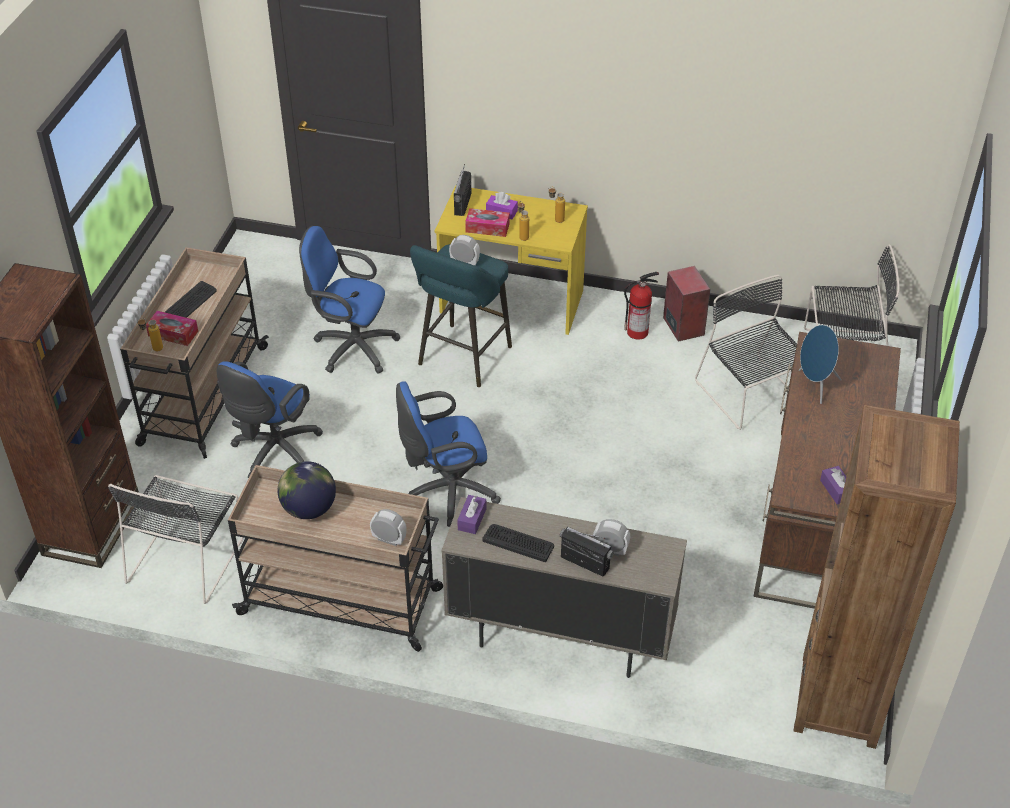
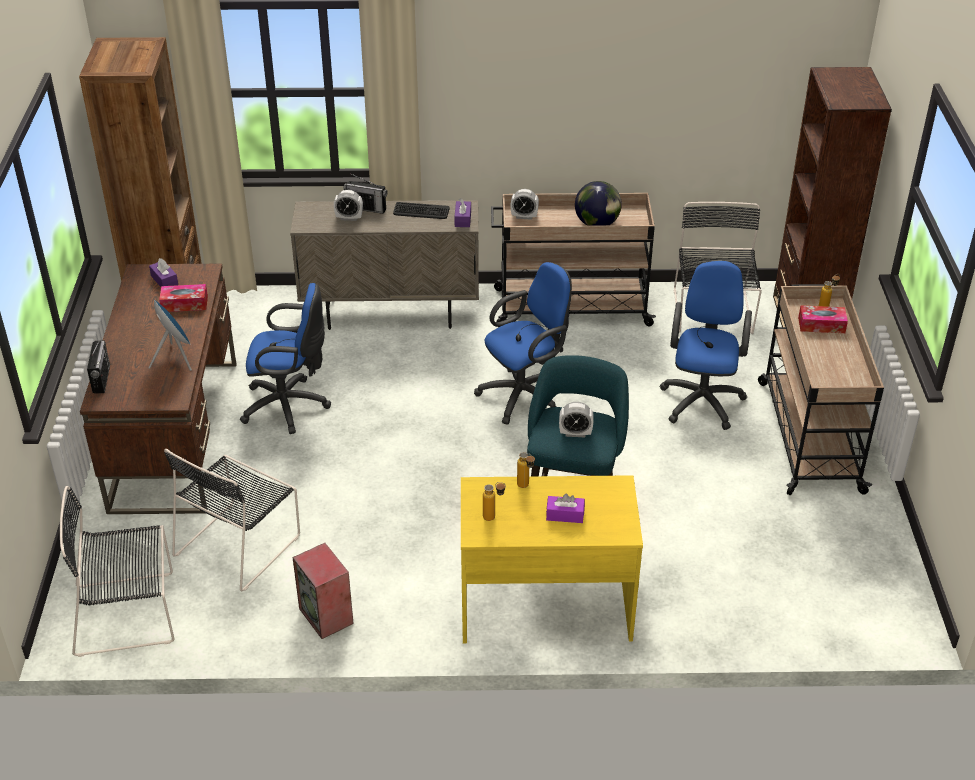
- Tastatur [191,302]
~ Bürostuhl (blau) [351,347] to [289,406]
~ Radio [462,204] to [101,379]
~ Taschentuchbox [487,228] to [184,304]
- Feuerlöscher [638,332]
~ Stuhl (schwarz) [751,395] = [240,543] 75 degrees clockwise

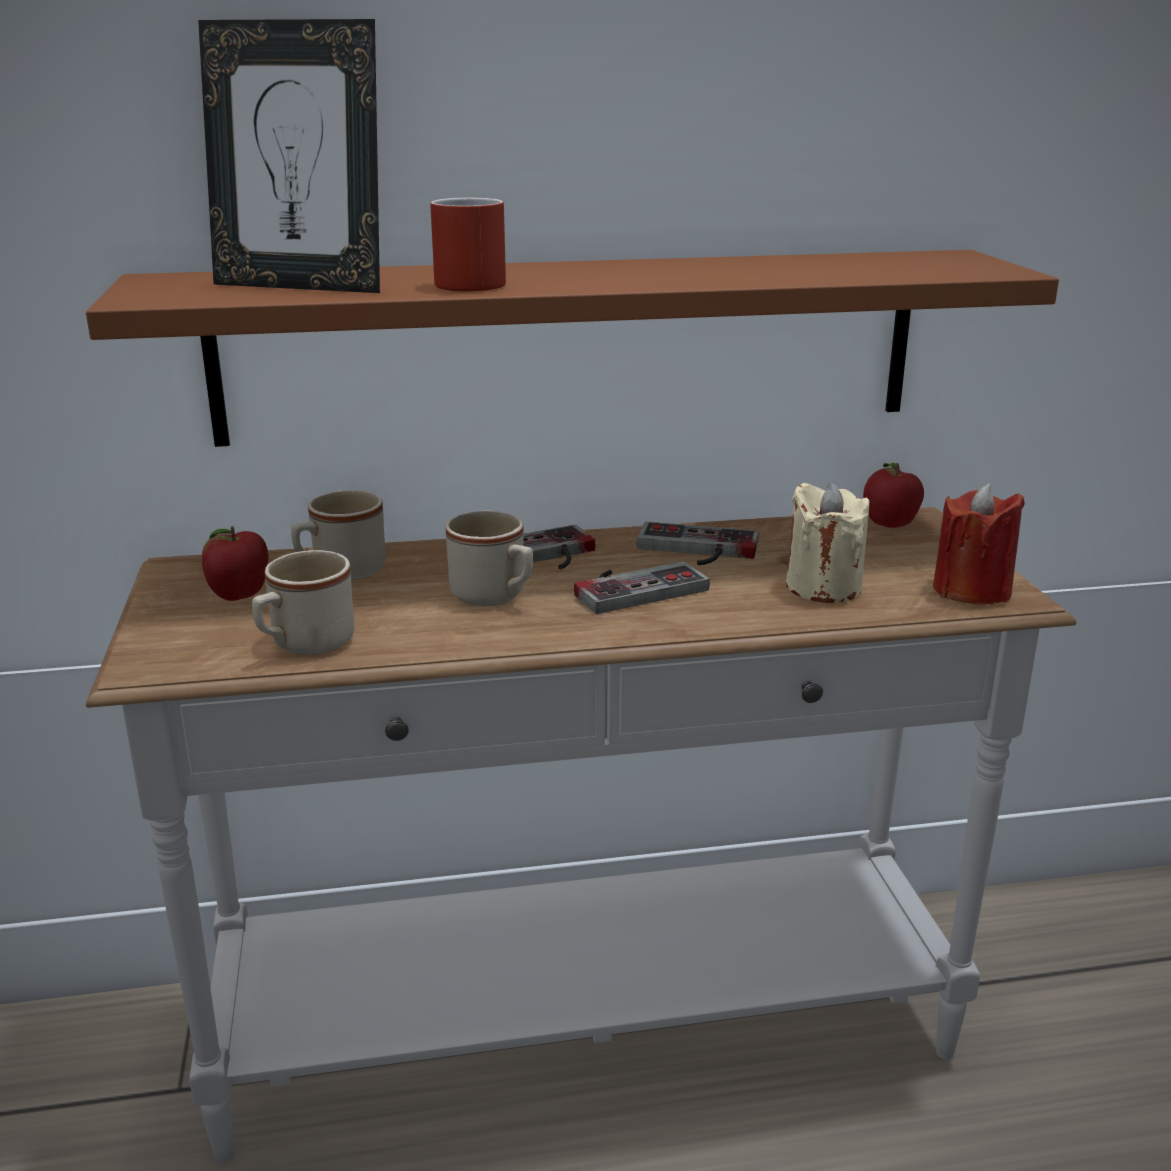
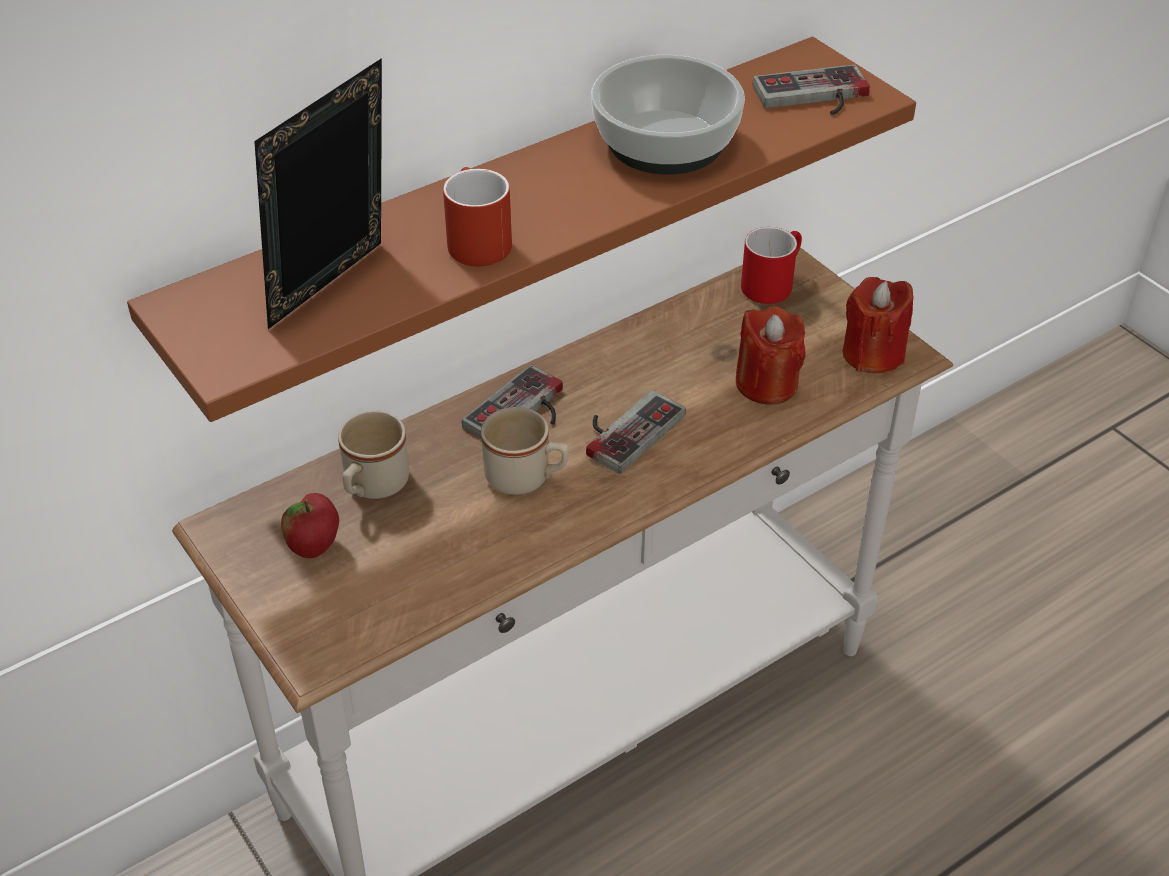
~ Bilderrahmen [302,286] = [336,290] 135 degrees clockwise
- Henkelbecher (beige) [304,645]
~ Gamepad [695,550] to [814,97]
~ Kerze (beige) [823,587] to Kerze (rot) [766,384]
~ Apfel [888,526] to Henkelbecher (rot) [771,282]
+ Schüssel [667,142]

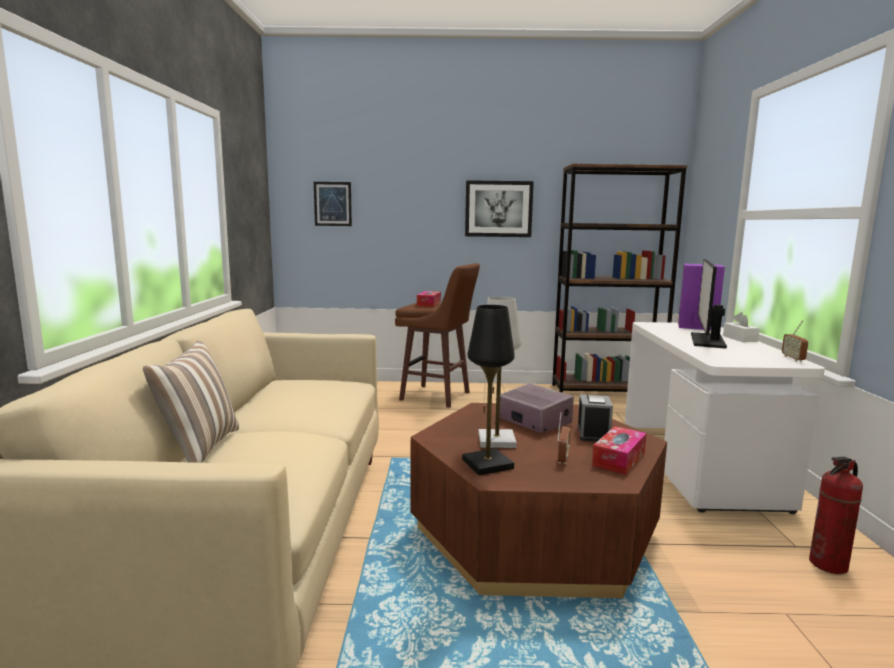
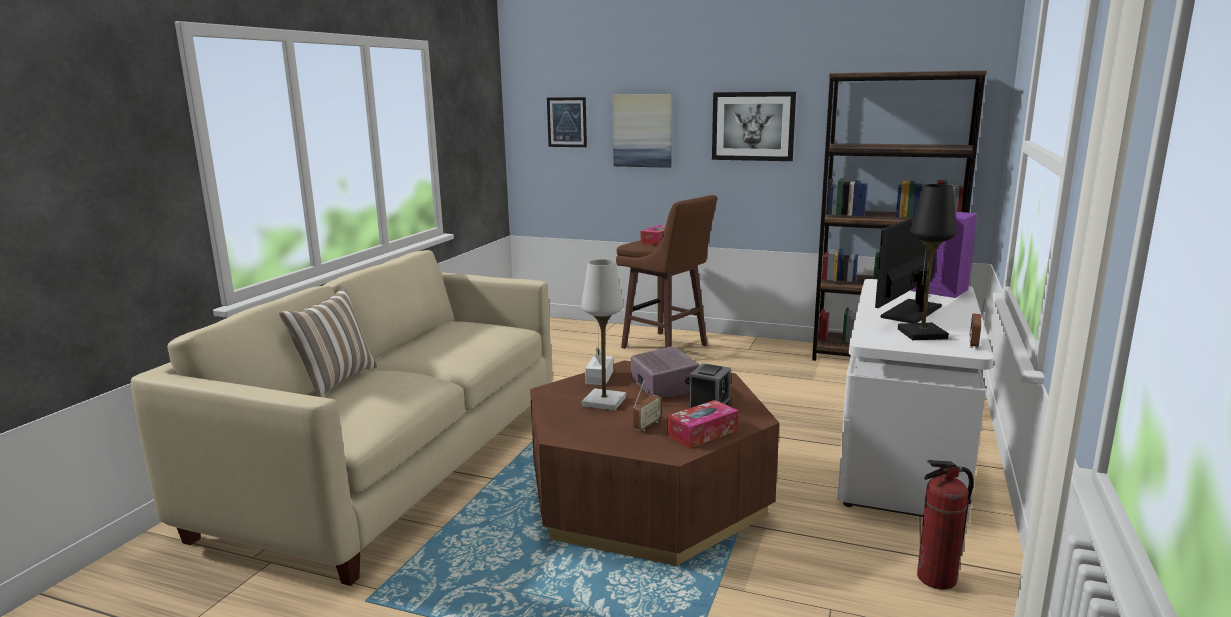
~ Tischlampe (schwarz) [487,464] to [922,334]
~ Taschentuchbox (weiß) [740,338] to [599,377]
+ Bild [642,130]

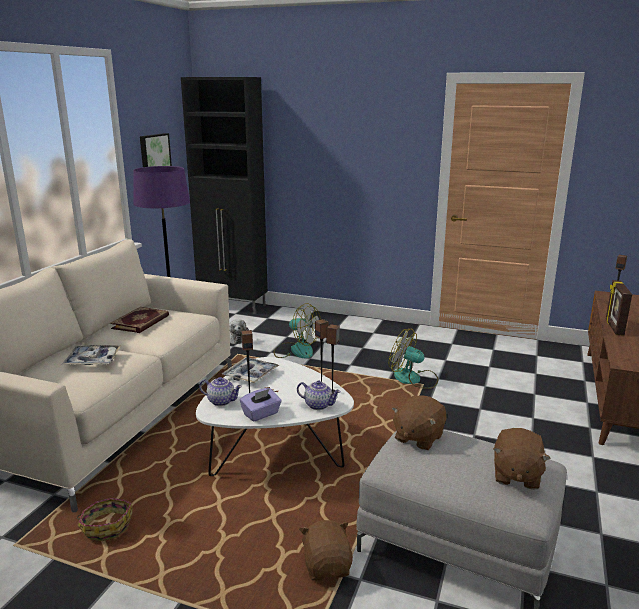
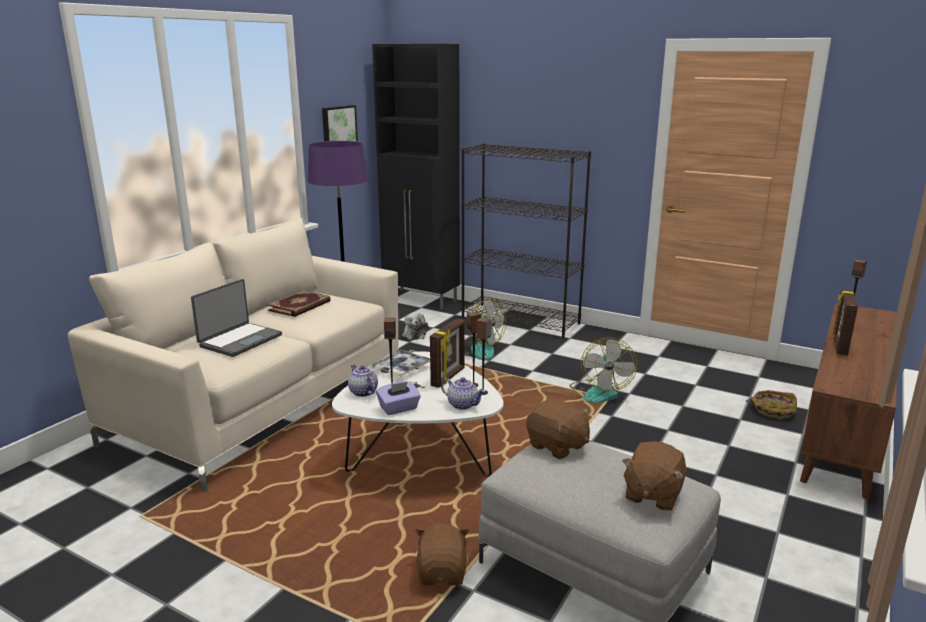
~ Tablett [93,360] to Laptop [239,340]
~ Korb [107,526] to [772,410]
~ Teekanne [222,401] = [362,392] 150 degrees counterclockwise
~ Ventilator [413,379] = [600,392] 120 degrees counterclockwise
~ Plüschtier (braun) [418,437] = [557,446] 90 degrees counterclockwise
+ Bilderrahmen [448,377]
+ Bücherregal (schwarz) [521,320]

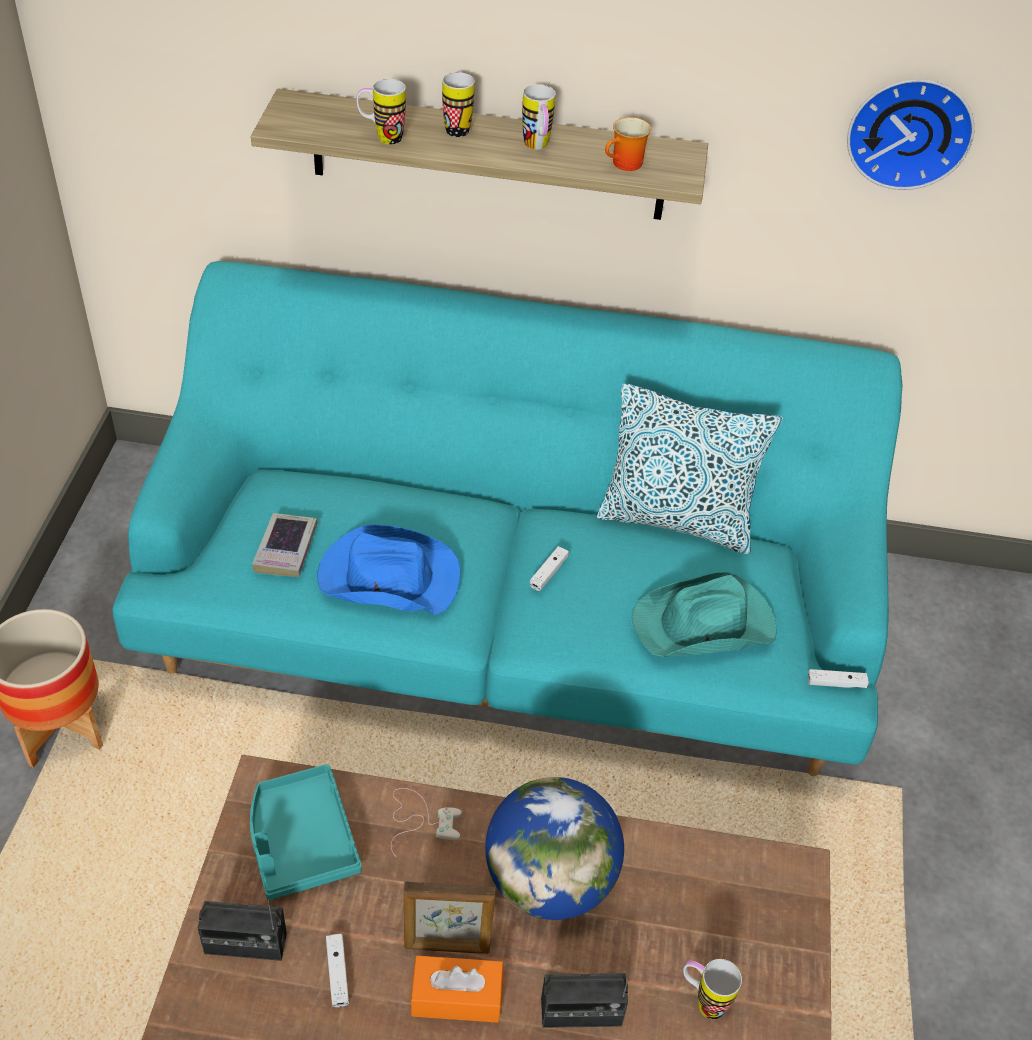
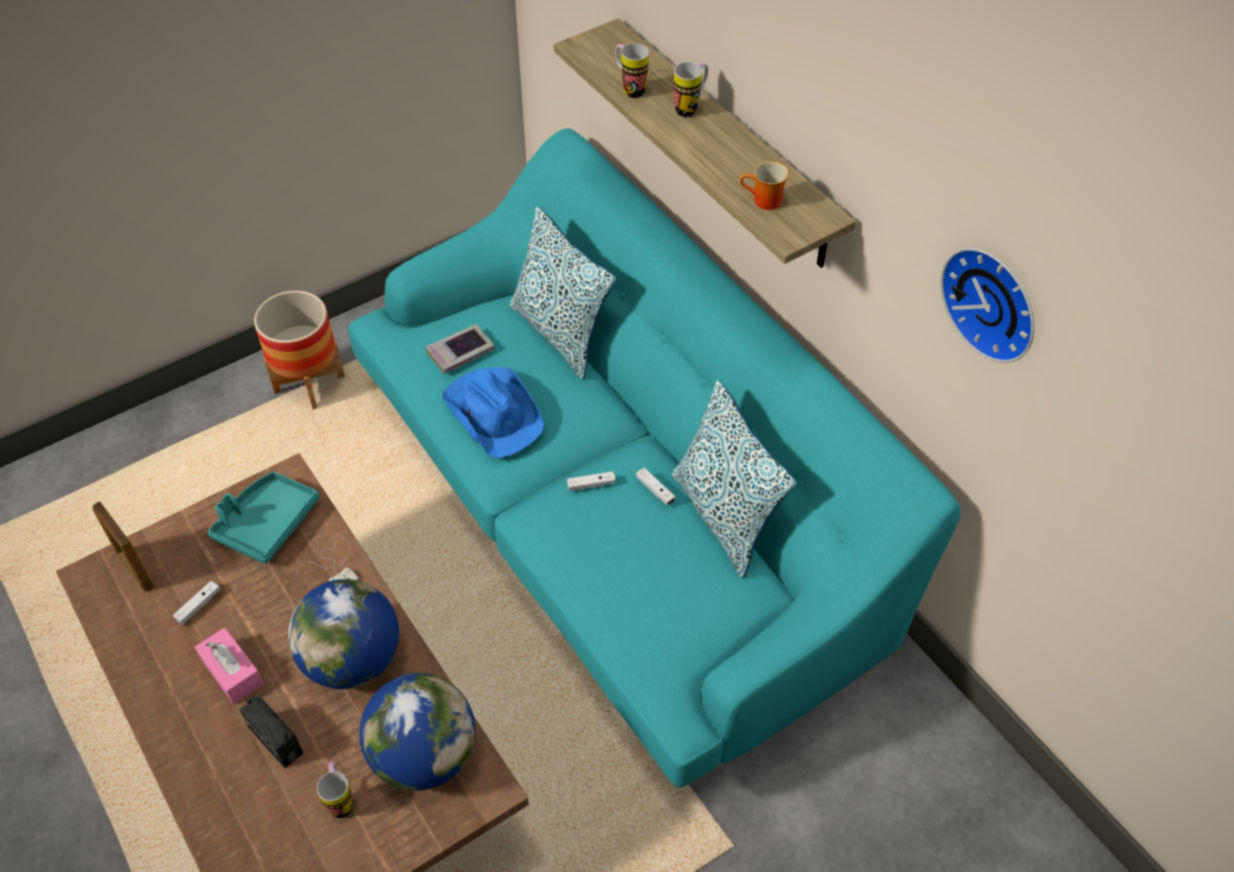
- Radio [245,944]
~ Bilderrahmen [447,946] to [135,570]
~ Taschentuchbox (orange) [456,997] to Taschentuchbox (rosa) [232,672]
- Henkelbecher [537,147]
- Hut (türkis) [705,625]
~ Gamepad (weiß) [836,683] to [655,490]
+ Globus [424,755]
+ Kissen [560,333]

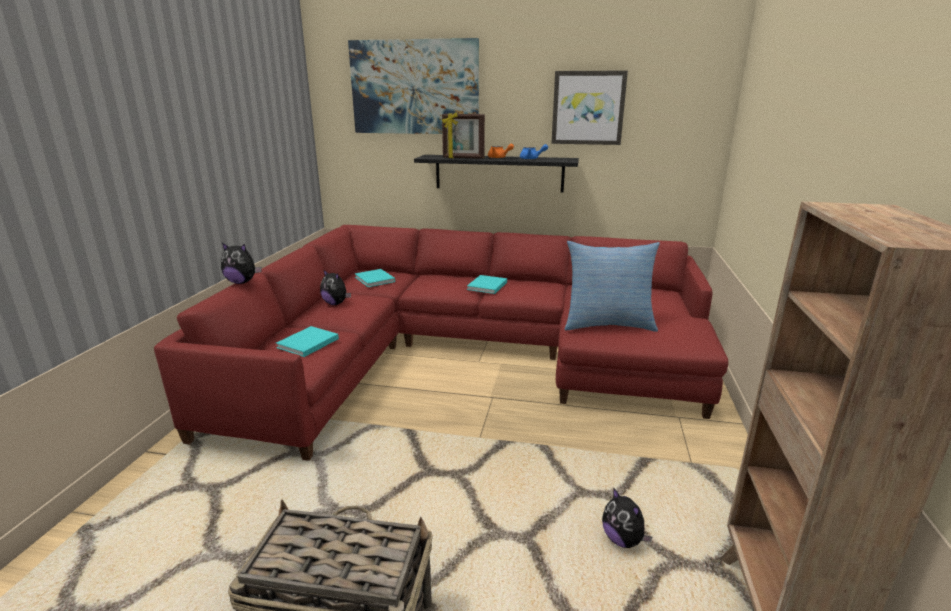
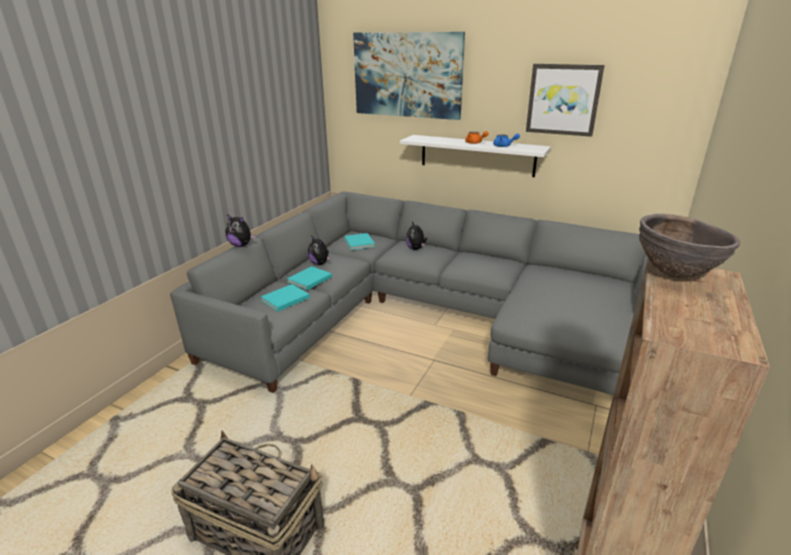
~ Sofa (rot) [465,354] to Sofa (grau) [426,316]
~ Wandregal (schwarz) [499,173] to Wandregal (weiß) [477,155]
- Bilderrahmen [463,158]
~ Buch (türkis) [486,286] to [308,280]
- Kissen [607,324]
~ Plüschtier [623,539] to [416,249]
+ Schüssel (braun) [675,274]

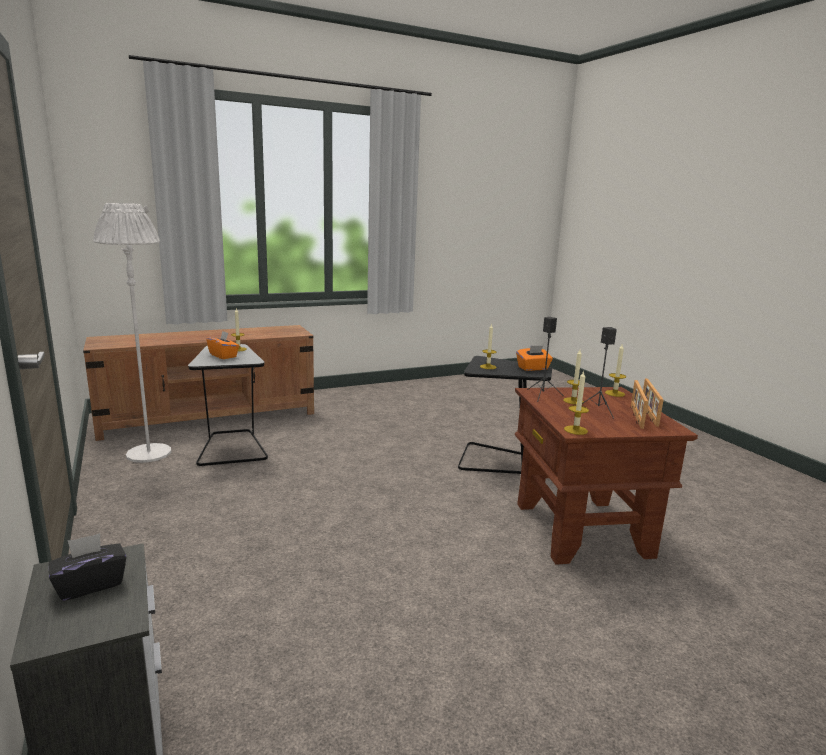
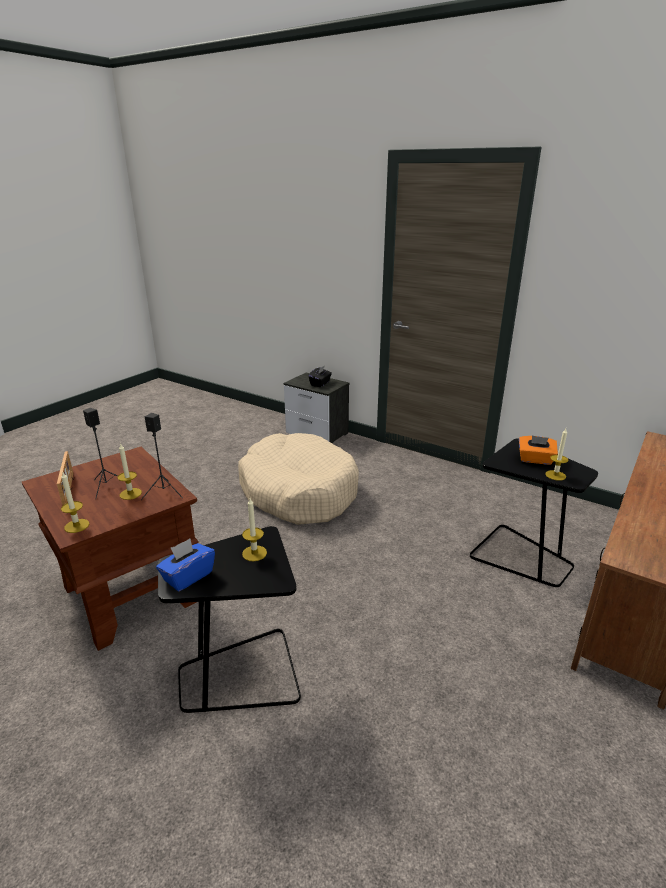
- Stehlampe (weiß) [149,453]
~ Taschentuchbox (orange) [533,368] to Taschentuchbox (blau) [188,576]
- Kerze [575,430]
- Bilderrahmen [648,414]
+ Hundebett (beige) [299,491]

